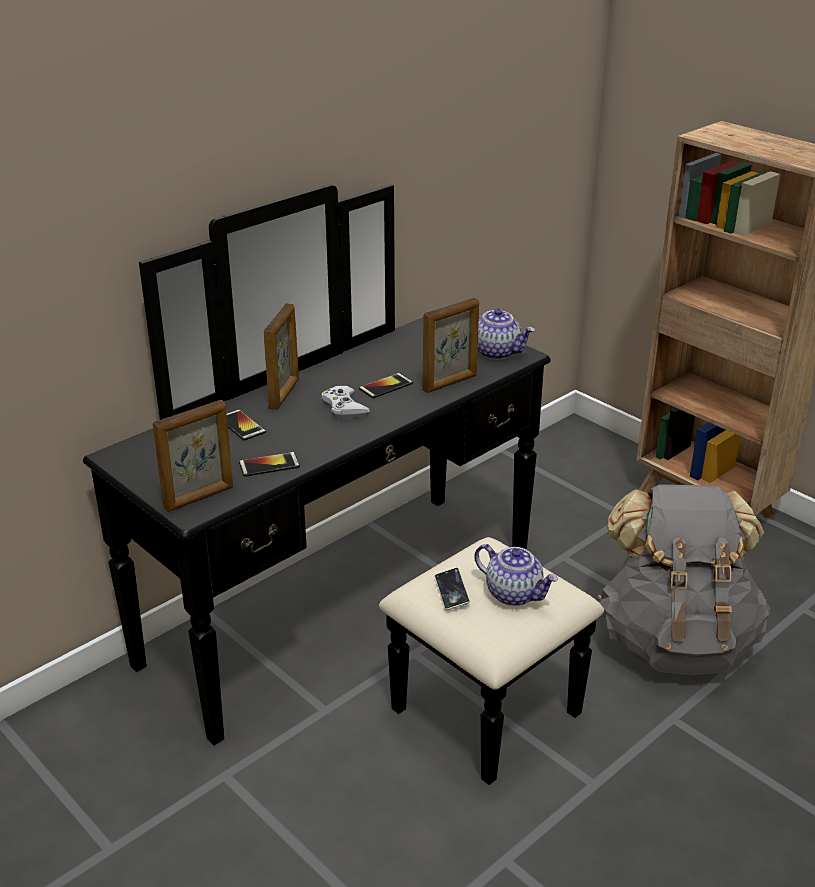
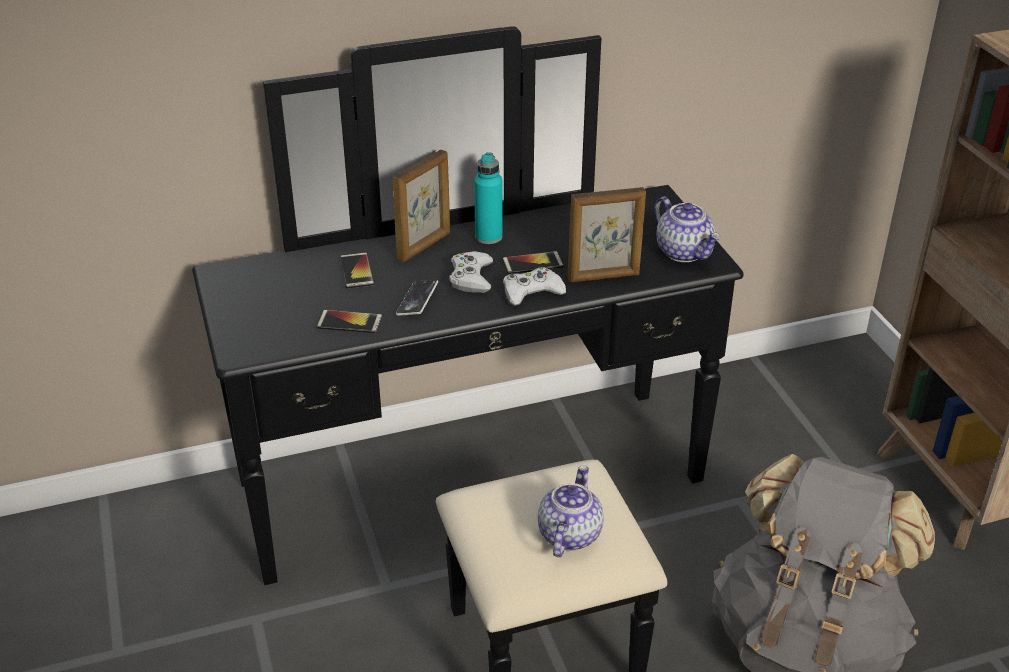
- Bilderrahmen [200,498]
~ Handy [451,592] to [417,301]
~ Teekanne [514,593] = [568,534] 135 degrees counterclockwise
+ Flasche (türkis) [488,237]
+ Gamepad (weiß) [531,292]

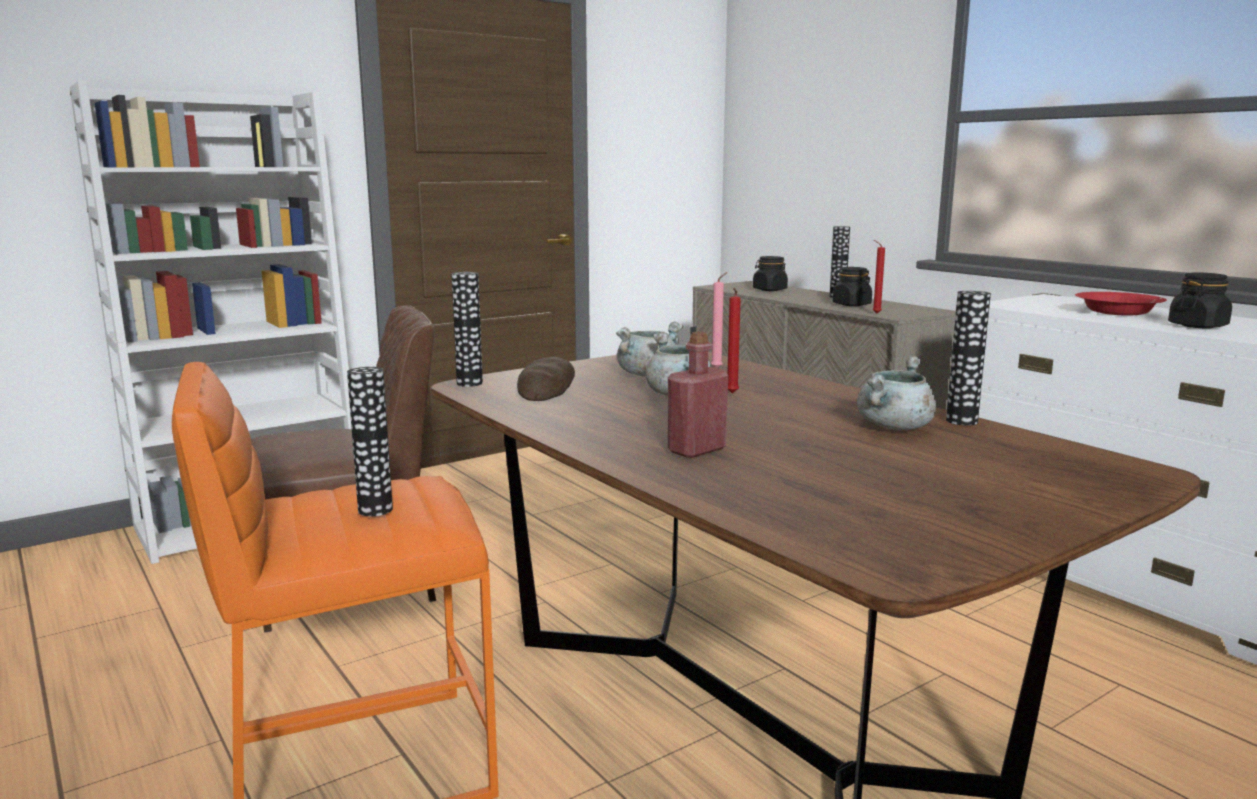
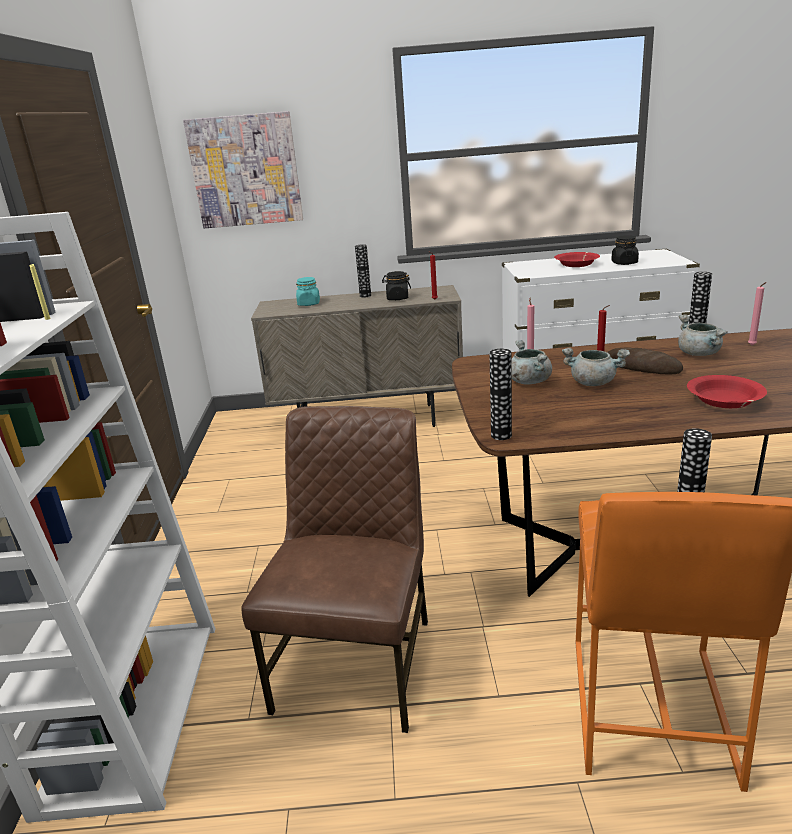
~ Brot [546,388] to [641,367]
~ Flasche (rot) [696,450] to Schüssel (rot) [724,401]
~ Vorratsglas (schwarz) [769,290] to Vorratsglas (türkis) [309,304]
+ Bild [245,171]
+ Kerze (rosa) [752,345]

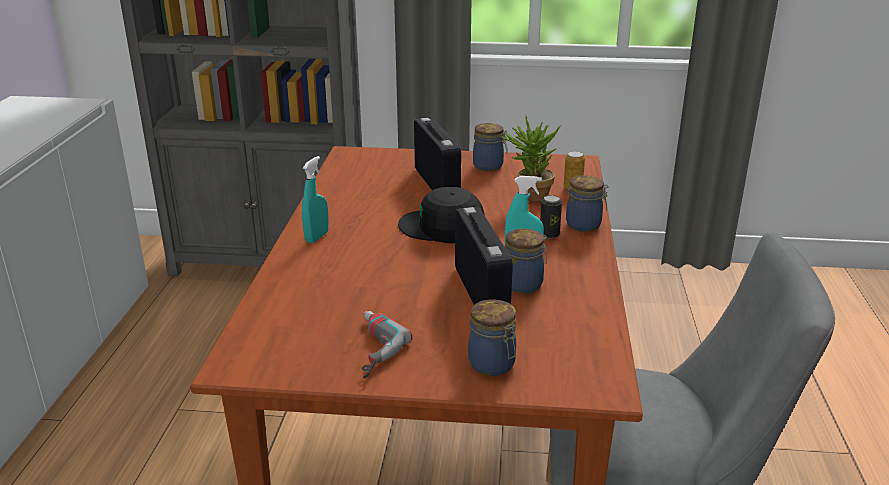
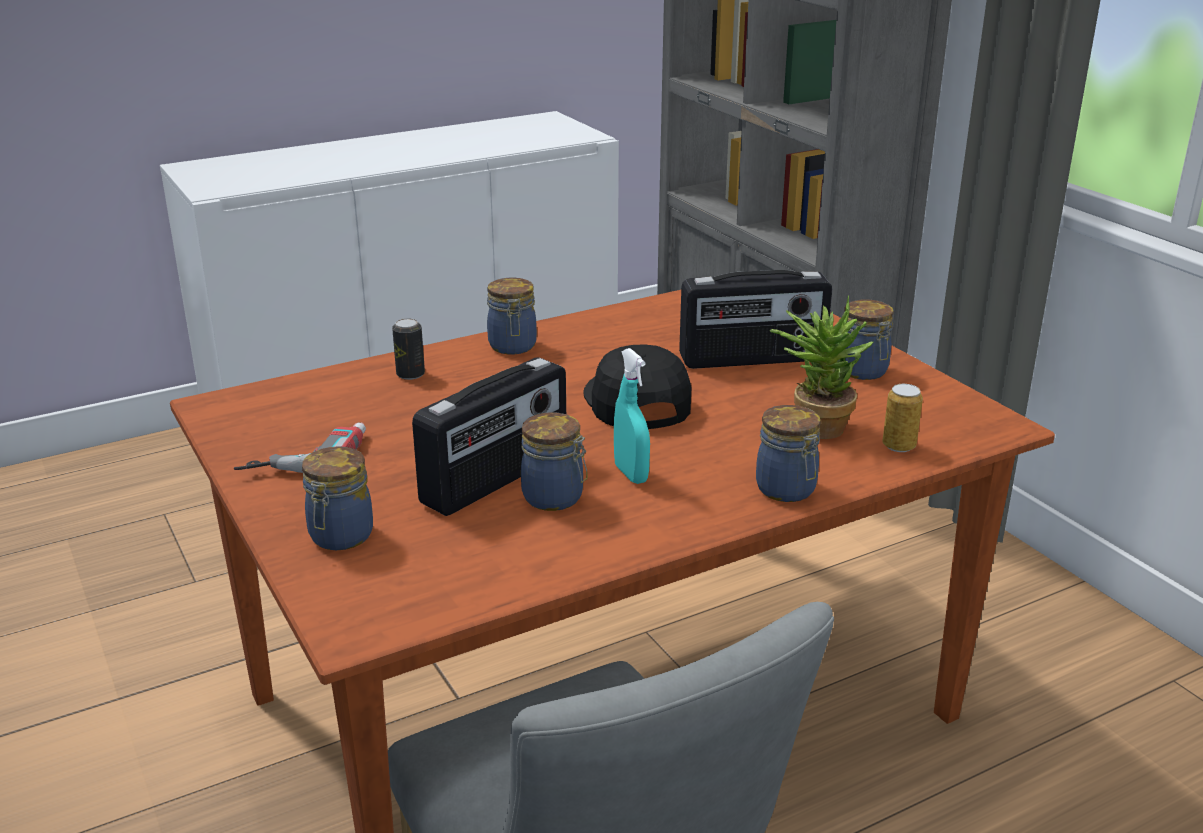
~ Sprühflasche (türkis) [317,237] to Vorratsglas [512,347]
~ Radio [437,183] = [752,359] 45 degrees clockwise
~ Dose [549,234] to [410,374]

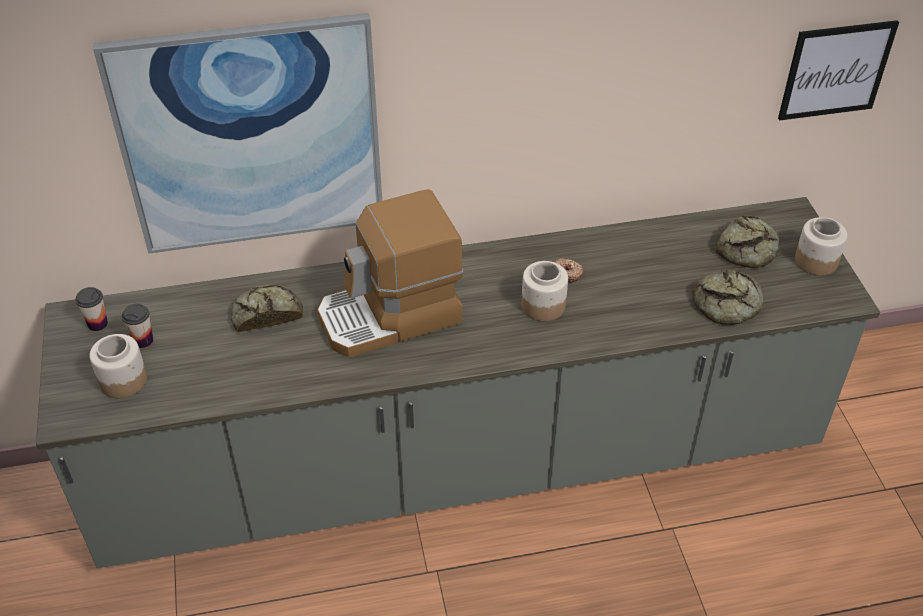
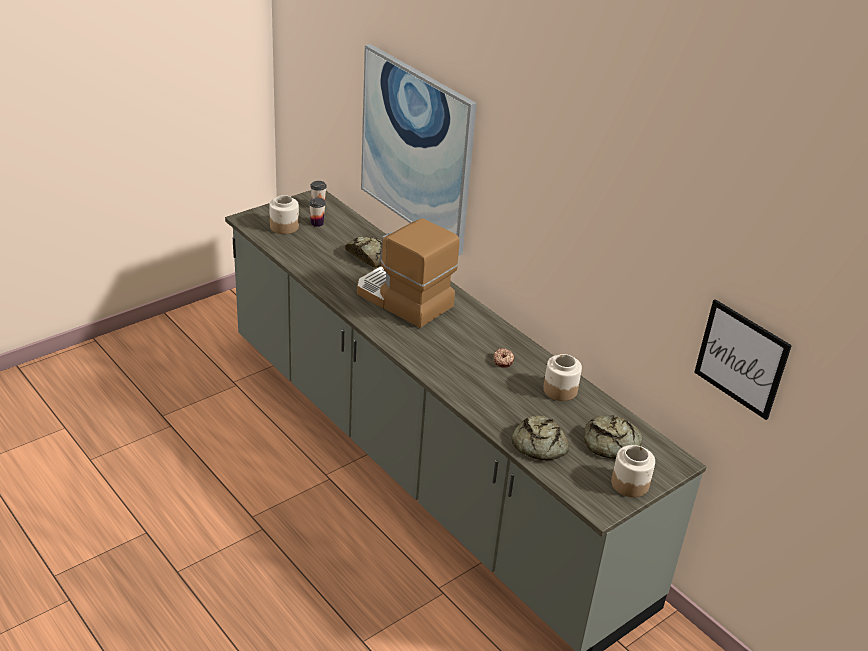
~ Vorratsglas [542,305] to [560,390]

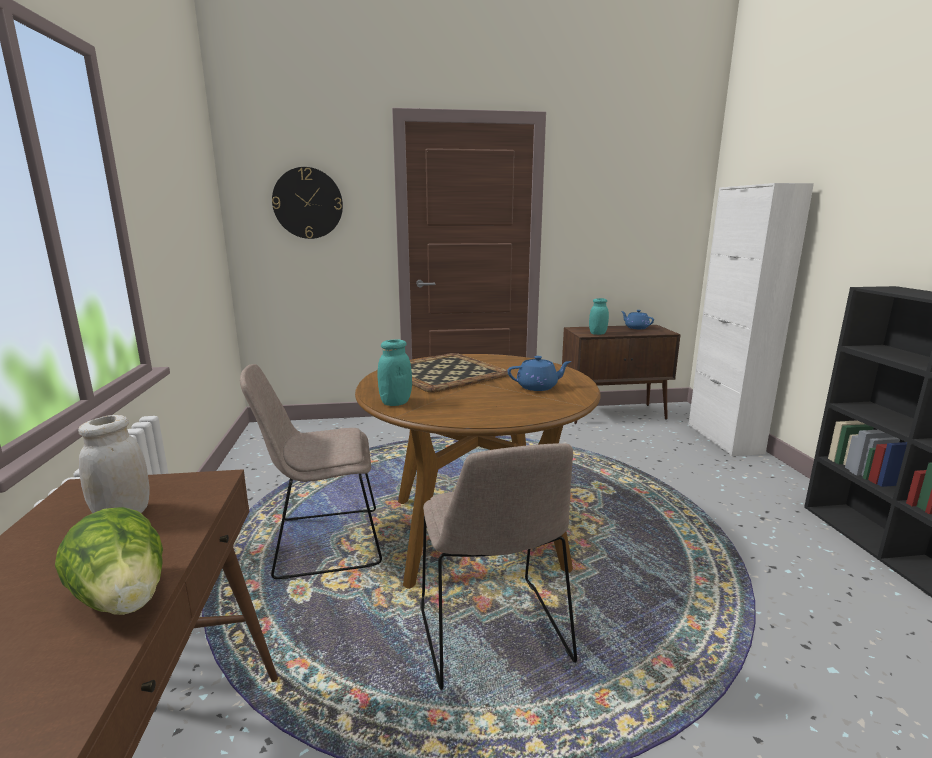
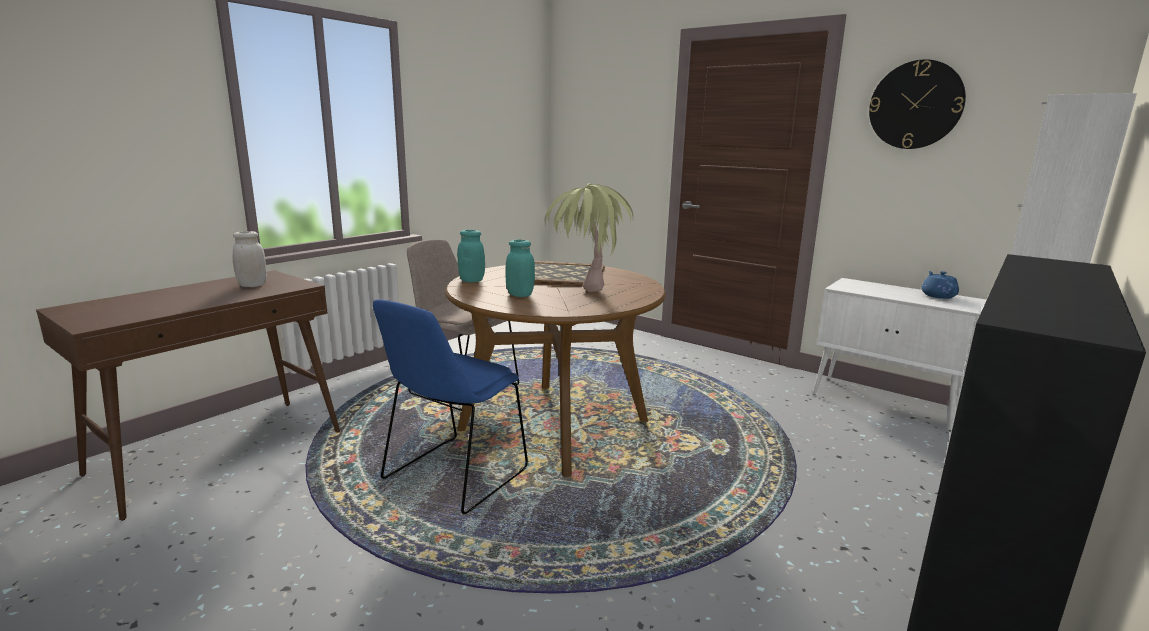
- Salatkopf [125,599]
~ Wanduhr [308,203] to [915,105]
~ Stuhl (beige) [493,636] to Stuhl (blau) [453,476]
~ Teekanne (blau) [538,387] to Topfpflanze [585,297]
~ Schrank (braun) [614,414] to Schrank (weiß) [885,403]
~ Vorratsglas (türkis) [597,333] to [520,295]

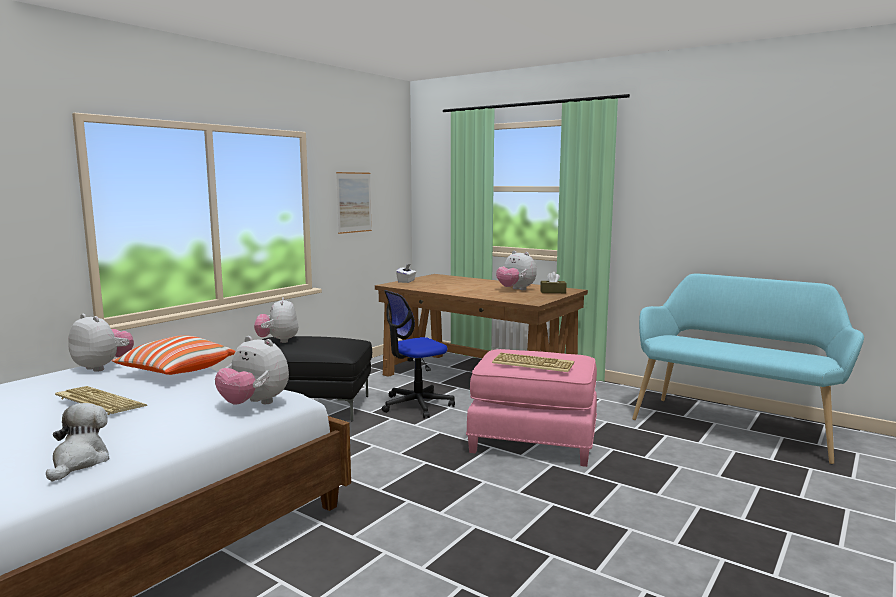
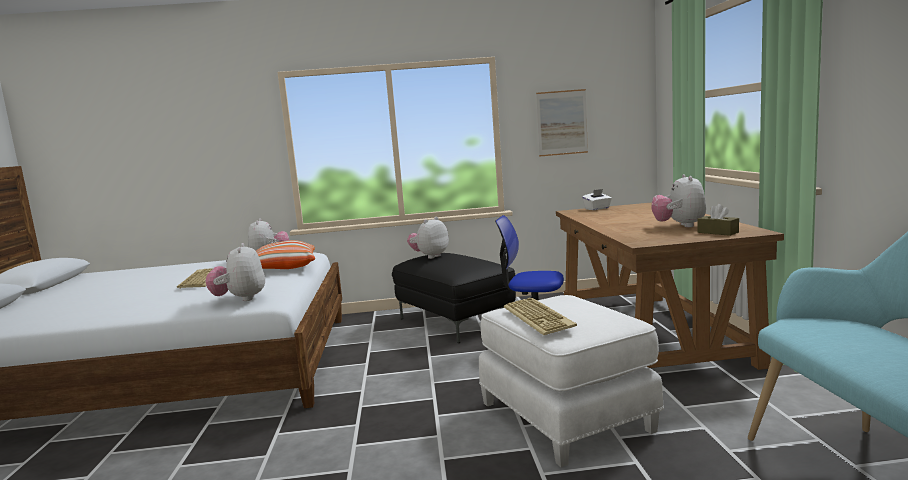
- Plüschtier [79,462]
~ Polsterhocker (rosa) [533,440] to Polsterhocker (weiß) [567,416]

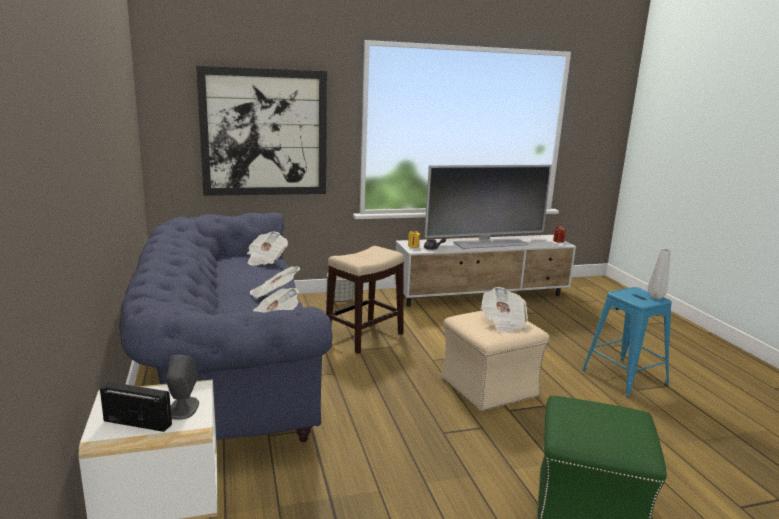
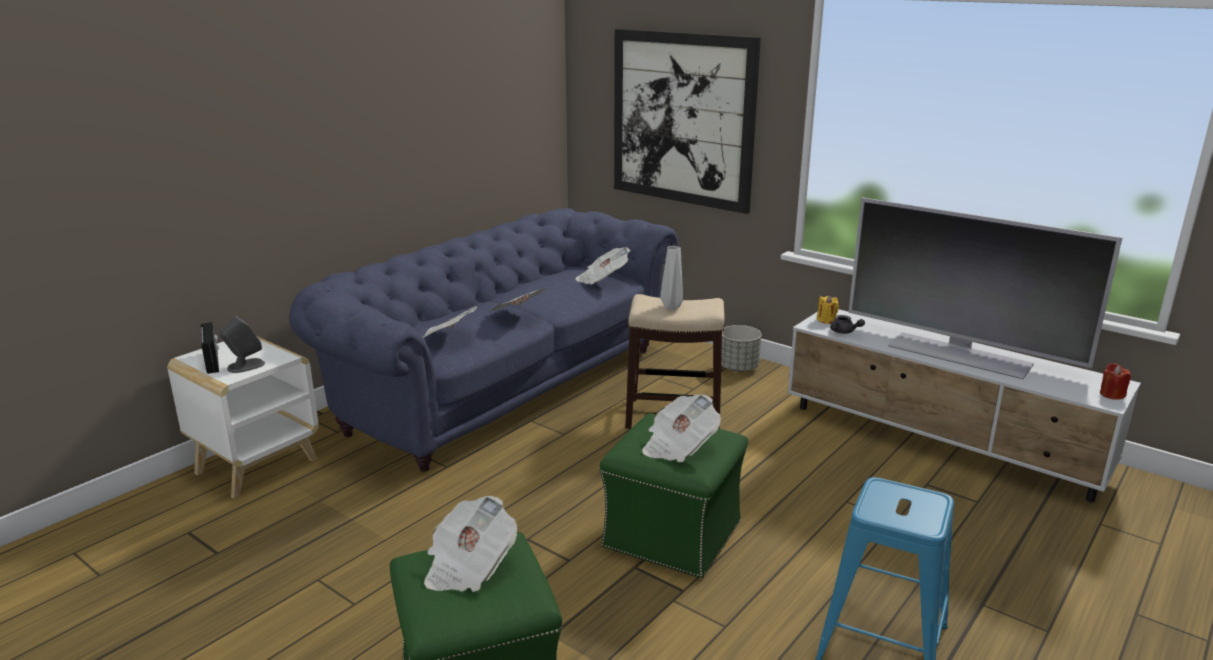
~ Polsterhocker (beige) [489,387] to Polsterhocker (grün) [674,535]
~ Vase (grau) [656,297] to [671,307]
+ Zeitung [468,566]

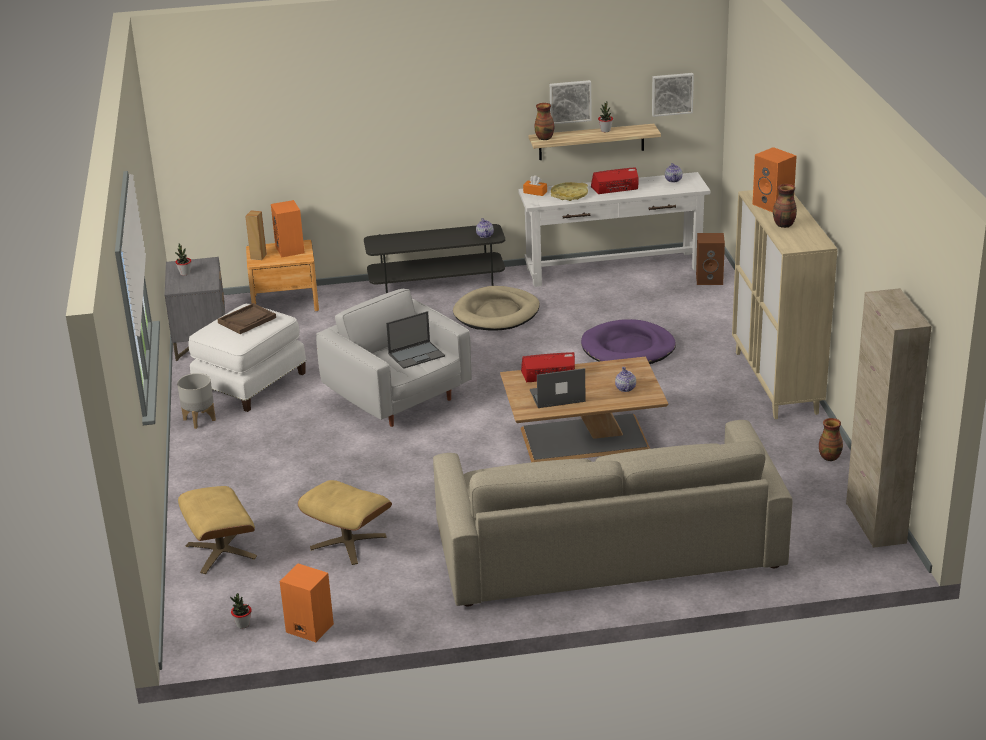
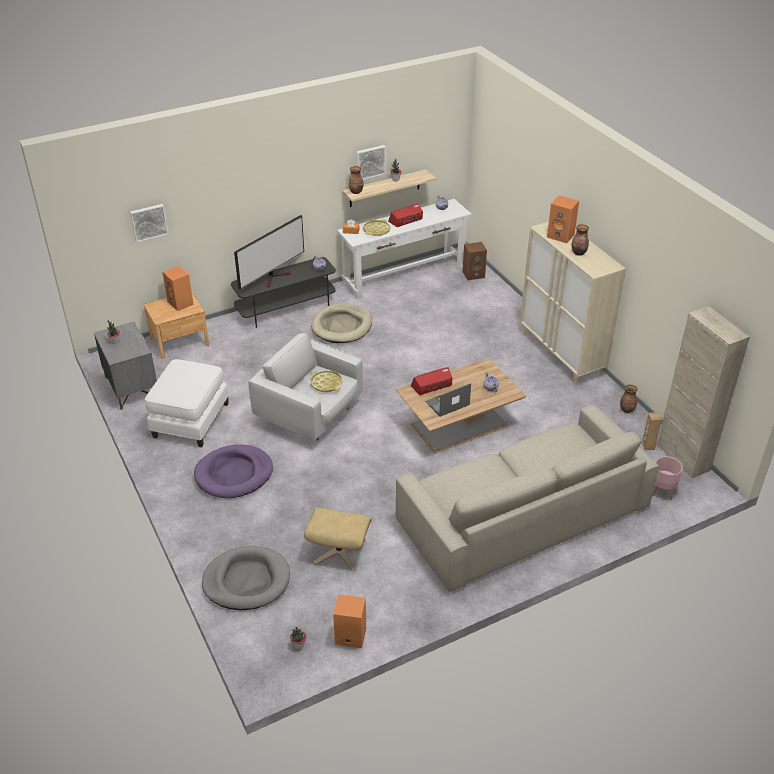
- Pflanzkübel (grau) [199,420]
~ Polsterhocker (beige) [220,551] to Hundebett (grau) [246,581]
- Tablett (braun) [247,320]
~ Lautsprecher (braun) [258,256] to [648,446]
~ Laptop [417,355] to Tablett (gelb) [326,384]
~ Hundebett (lila) [628,348] to [234,474]
~ Bild [672,94] to [148,222]
+ Fernseher [275,277]
+ Pflanzkübel (rosa) [662,491]

